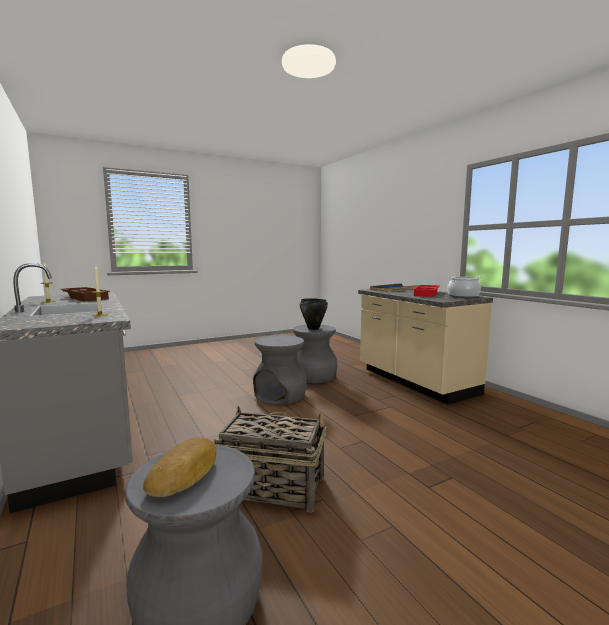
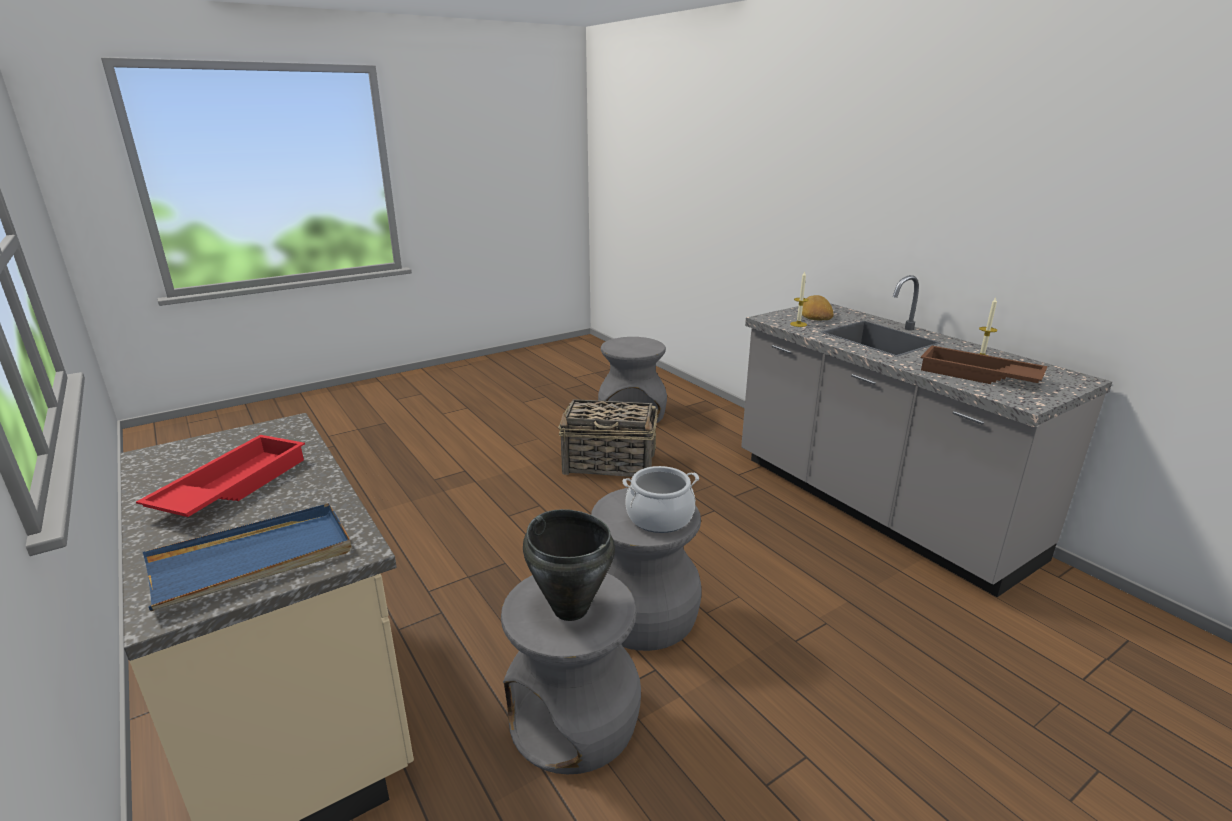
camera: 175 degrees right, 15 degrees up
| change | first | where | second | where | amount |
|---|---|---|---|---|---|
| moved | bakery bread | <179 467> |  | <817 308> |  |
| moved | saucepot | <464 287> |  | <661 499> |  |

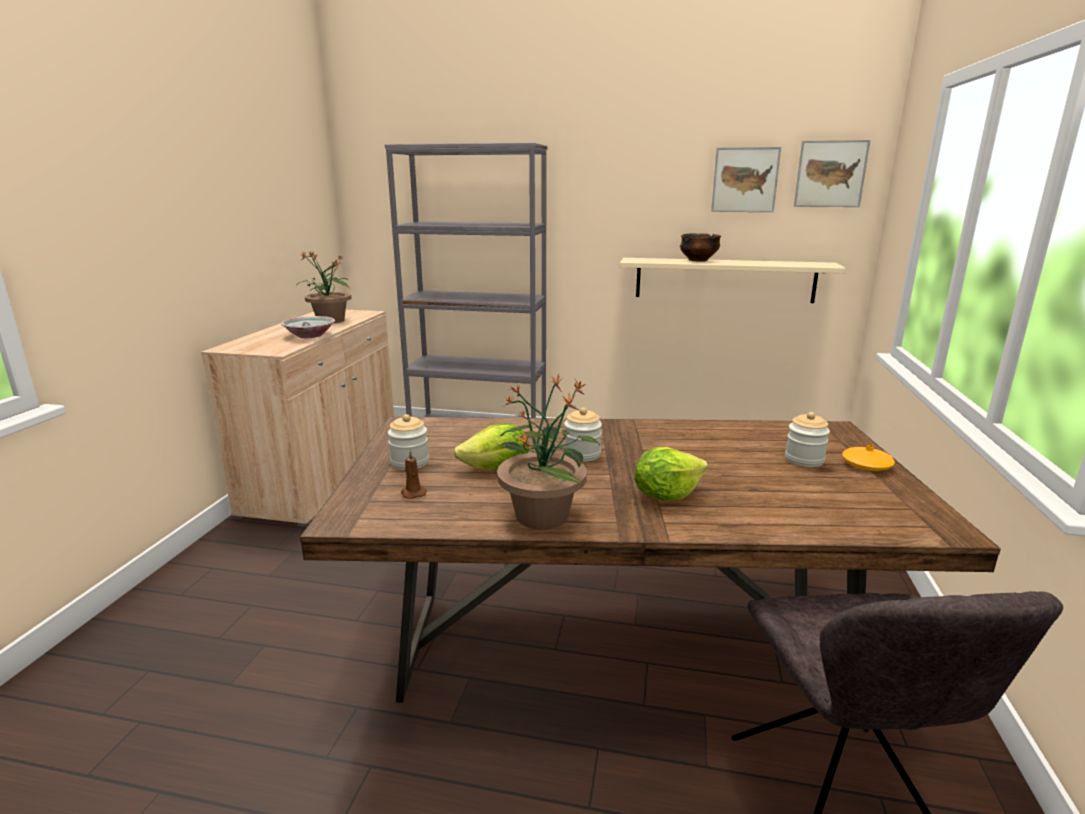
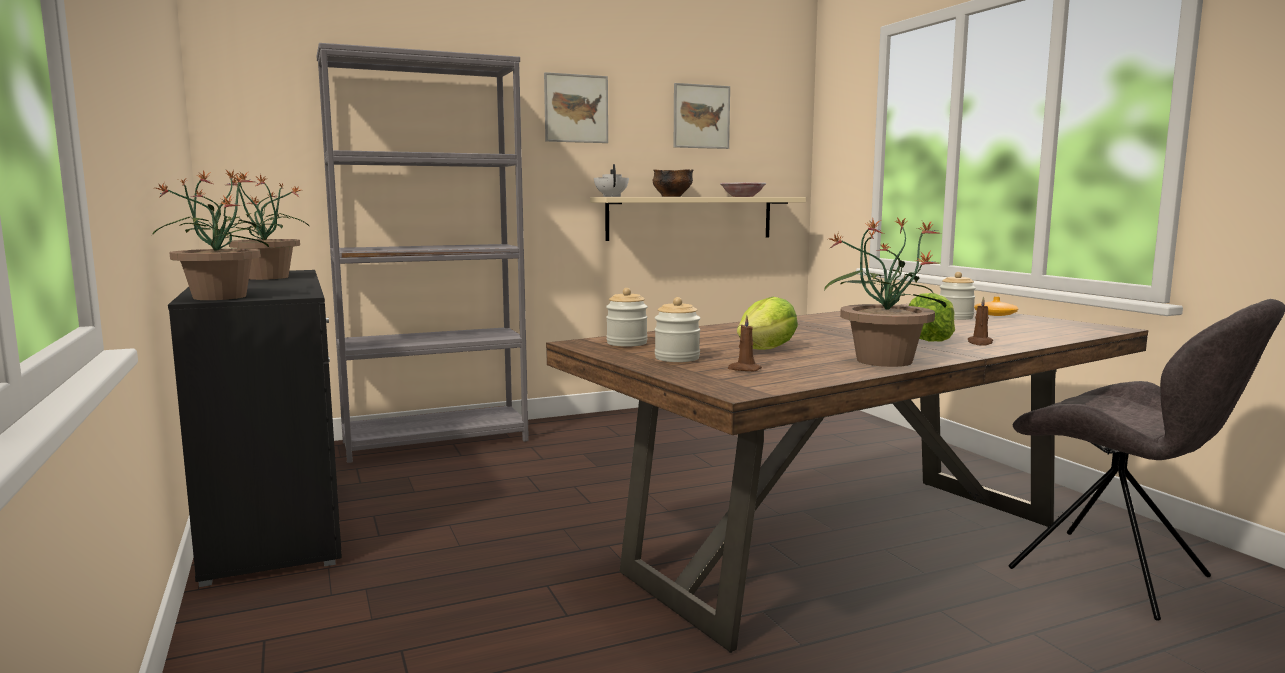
camera: 35 degrees left, 10 degrees down
| change | first | where | second | where | amount |
|---|---|---|---|---|---|
| added |  |  | plant in a pot | <210 235> |  |
| added |  |  | whitish tea pot | <611 180> |  |
| added |  |  | brown-coloured candle | <980 321> |  |
| moved | bowl | <308 327> |  | <743 190> |  |
| moved | preserve jar | <583 434> |  | <627 317> |  |
| moved | wall art | <832 173> |  | <576 107> |  |
| recoloured | beige storage cabinet | <297 418> | black-coloured storage cabinet | <255 428> |  |

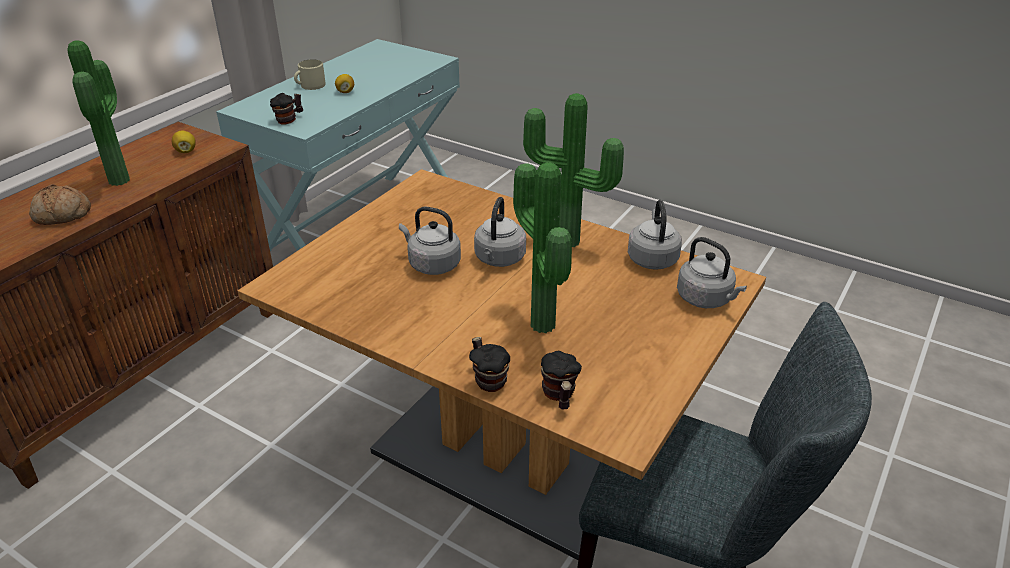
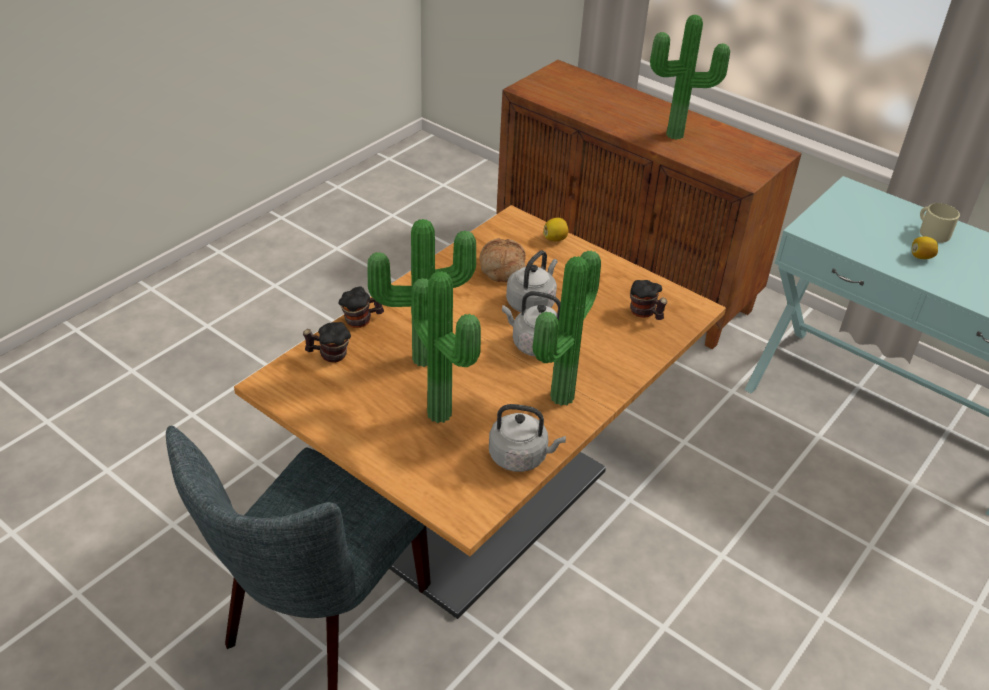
camera: 95 degrees right, 5 degrees up
| change | first | where | second | where | amount |
|---|---|---|---|---|---|
| removed | gray tea kettle | <712 272> |  |  |  |
| added |  |  | plant in a pot | <446 347> |  |
| moved | bakery bread | <60 204> |  | <503 260> |  |
| moved | lemon | <184 141> |  | <555 229> |  |
| moved | mug | <287 108> |  | <648 300> |  |

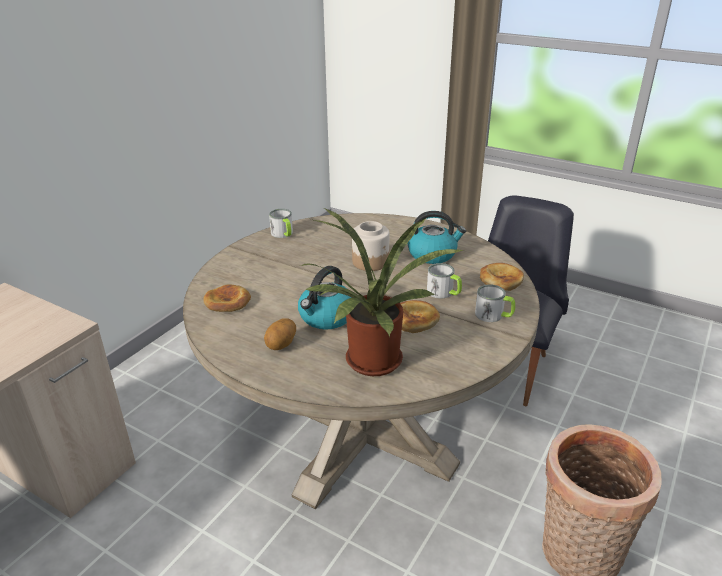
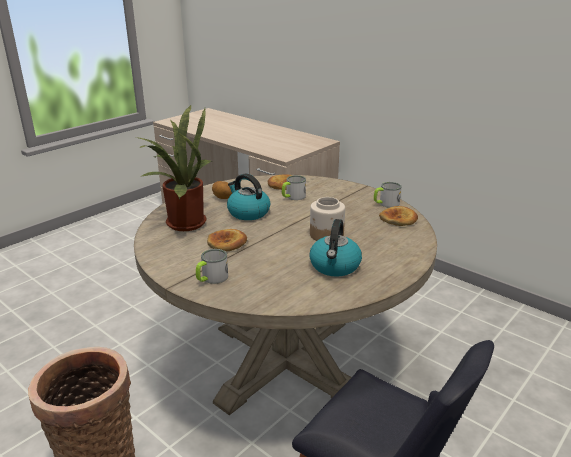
camera: 100 degrees right, 5 degrees down
| change | first | where | second | where | amount |
|---|---|---|---|---|---|
| moved | mug | <444 281> |  | <294 187> |  |
| moved | bakery bread | <502 277> |  | <398 216> |  |

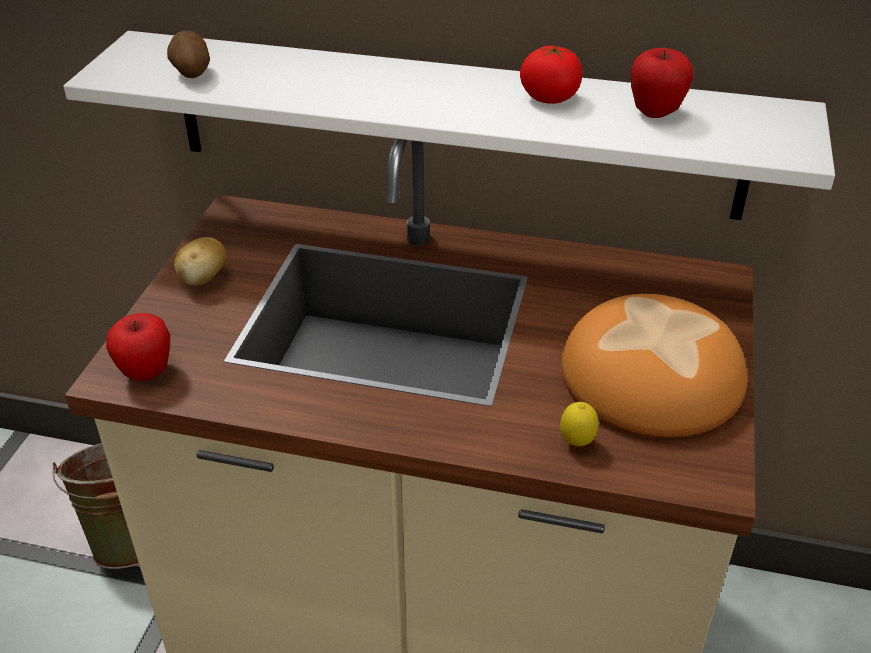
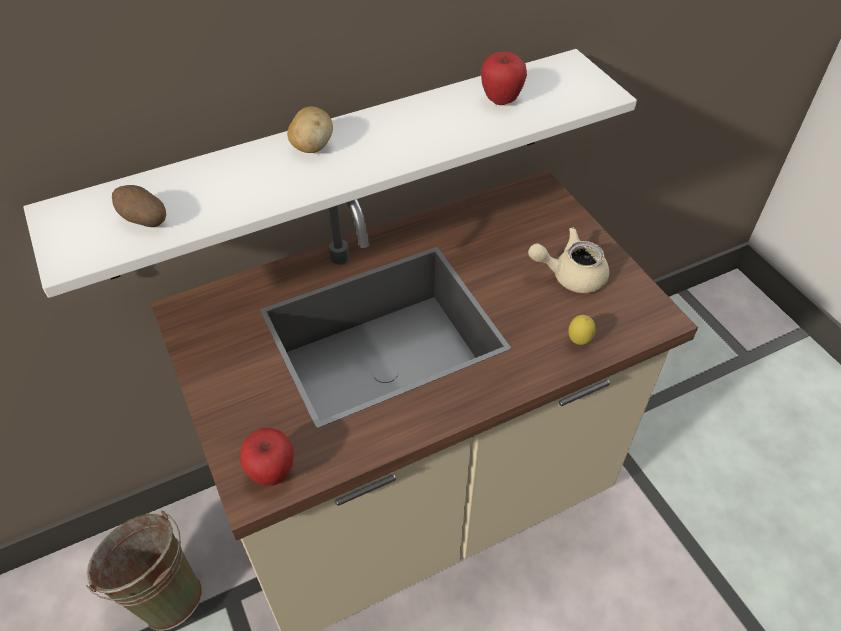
camera: 40 degrees left, 10 degrees up
| change | first | where | second | where | amount |
|---|---|---|---|---|---|
| removed | fresh tomato | <551 74> |  |  |  |
| moved | potato | <200 261> |  | <310 130> |  |
| replaced | bakery bread | <654 365> | beige tea pot | <568 260> |  |

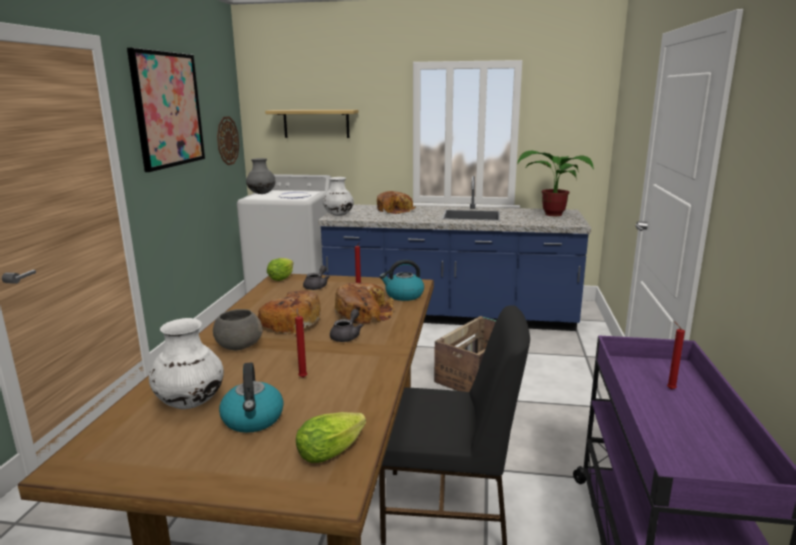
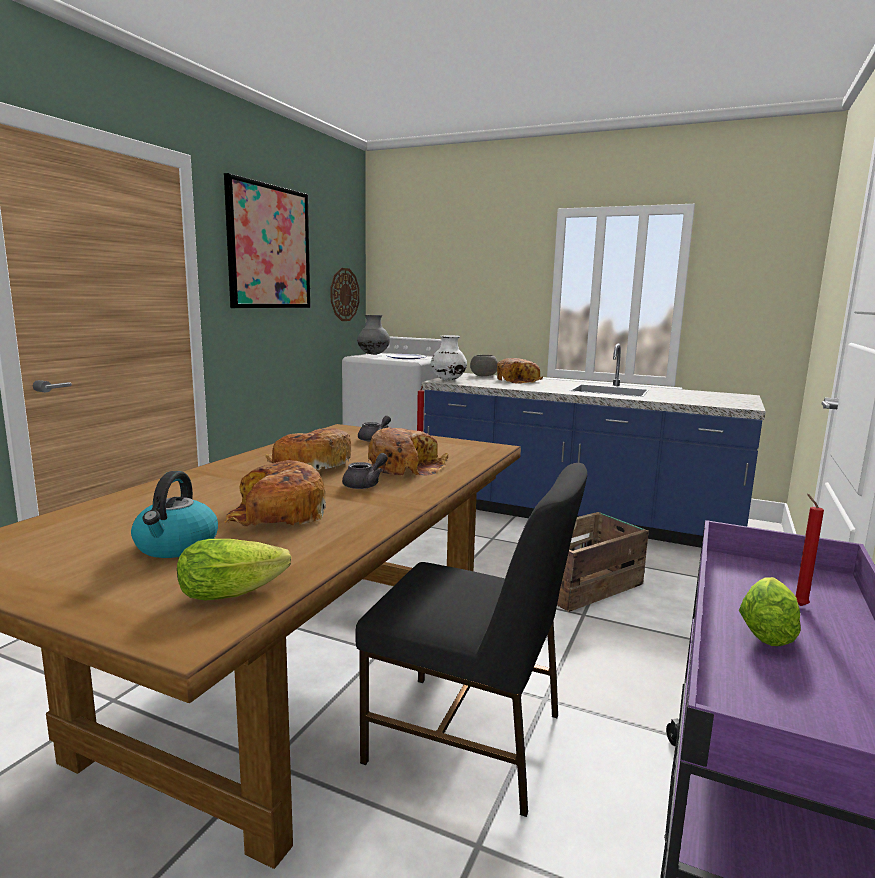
camera: 15 degrees right, 5 degrees down
| change | first | where | second | where | amount |
|---|---|---|---|---|---|
| removed | whitish flower vase | <186 363> |  |  |  |
| removed | shelf | <312 124> |  |  |  |
| removed | tea kettle | <402 280> |  |  |  |
| removed | plant in a pot | <555 183> |  |  |  |
| moved | gray bowl | <238 329> |  | <484 365> |  |
| moved | lettuce head | <280 269> |  | <770 611> |  |
| replaced | red-coloured candle | <301 343> | bakery bread | <275 493> |  |

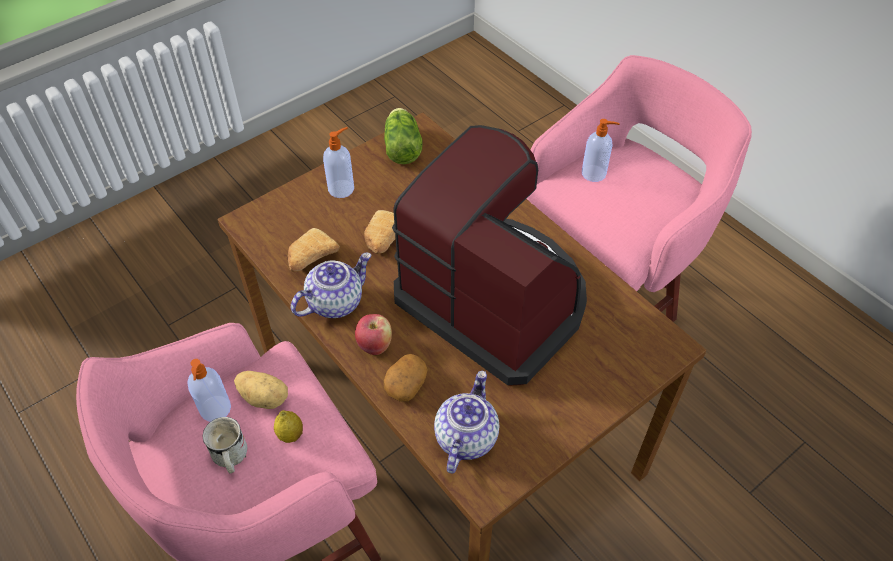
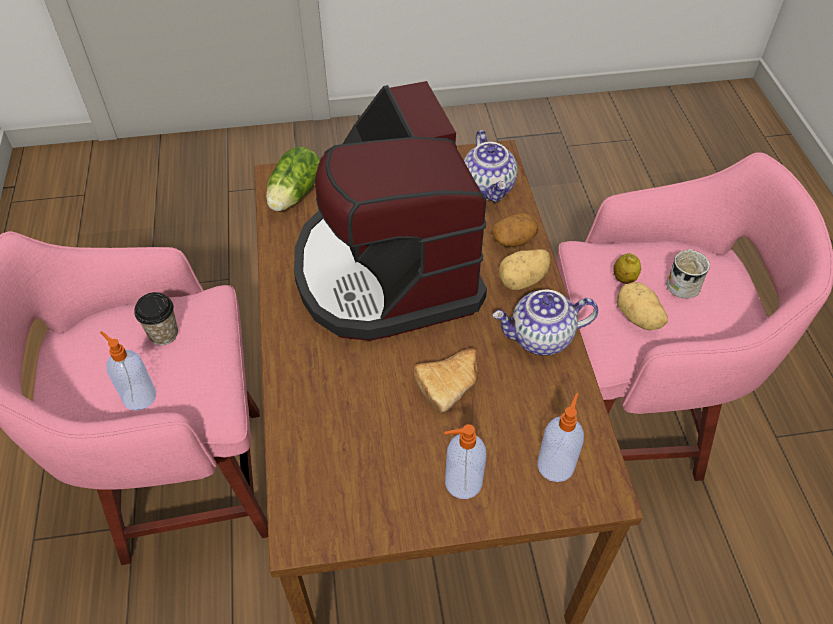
camera: 150 degrees left, 0 degrees up
| change | first | where | second | where | amount |
|---|---|---|---|---|---|
| removed | bakery bread | <314 250> |  |  |  |
| added |  |  | drinking cup | <156 318> |  |
| moved | soap dispenser | <209 390> |  | <560 437> |  |
| moved | lettuce head | <403 136> |  | <293 179> |  |
| replaced | apple | <373 334> | potato | <524 269> |  |
| turned | tea pot | <466 422> |  | <491 166> | 60 degrees counterclockwise |

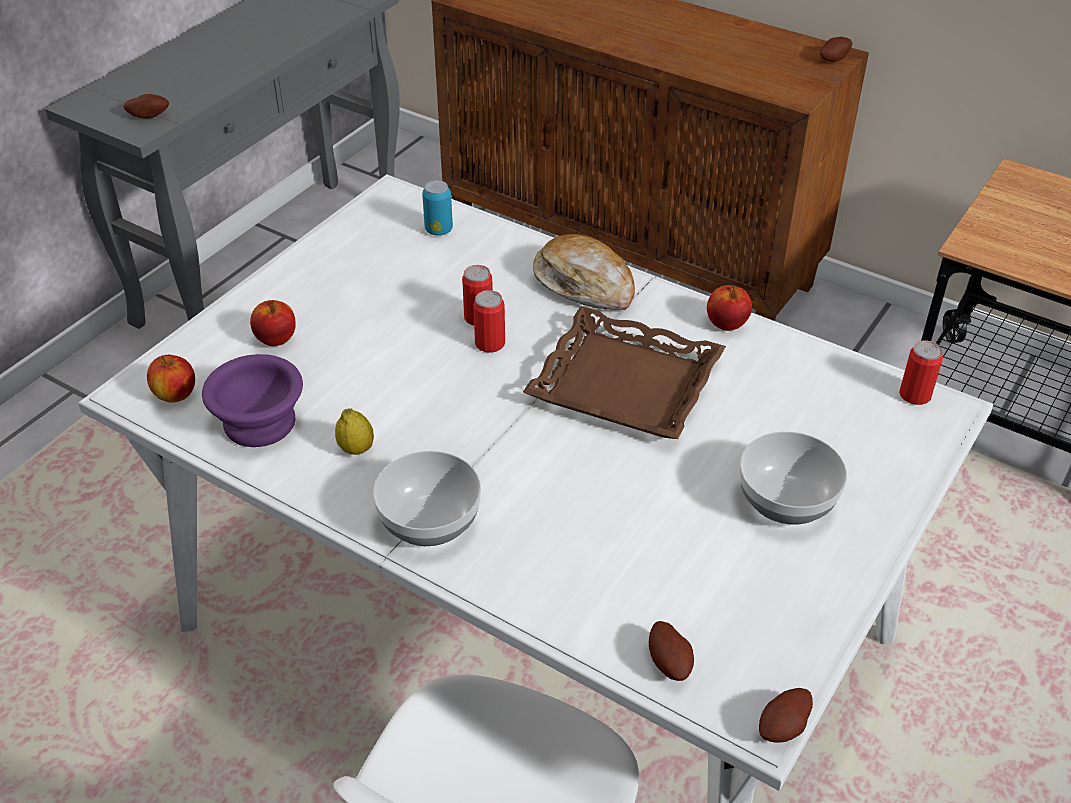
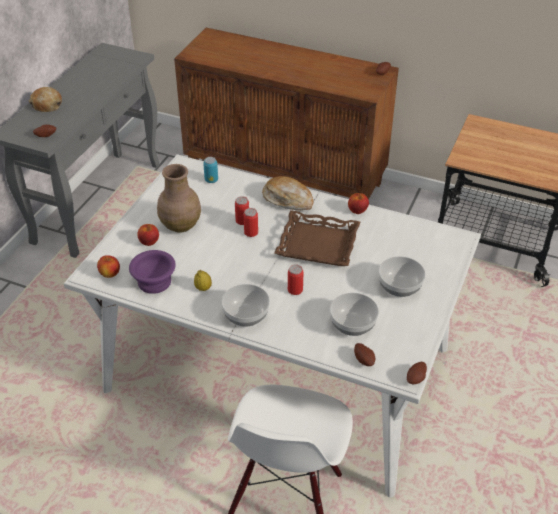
camera: 10 degrees left, 0 degrees up
| change | first | where | second | where | amount |
|---|---|---|---|---|---|
| added |  |  | bakery bread | <45 99> |  |
| added |  |  | brown-coloured flower vase | <179 198> |  |
| added |  |  | bowl | <354 314> |  |
| moved | metal can | <921 372> |  | <295 279> |  |

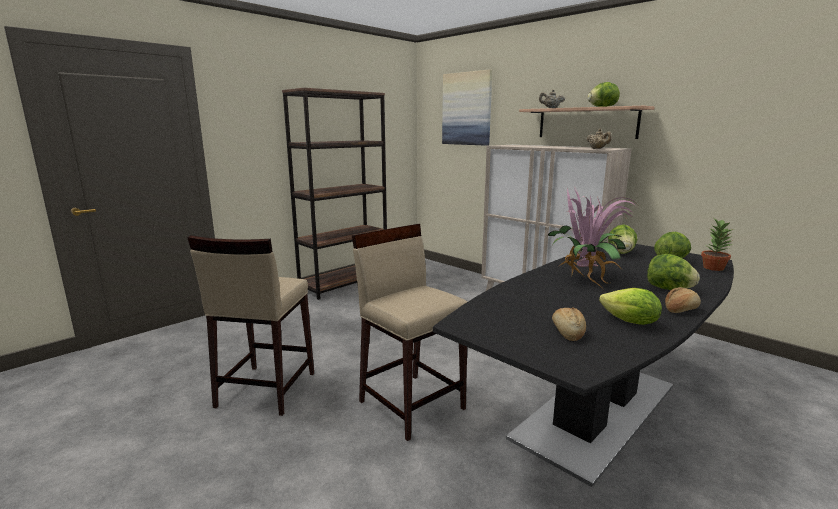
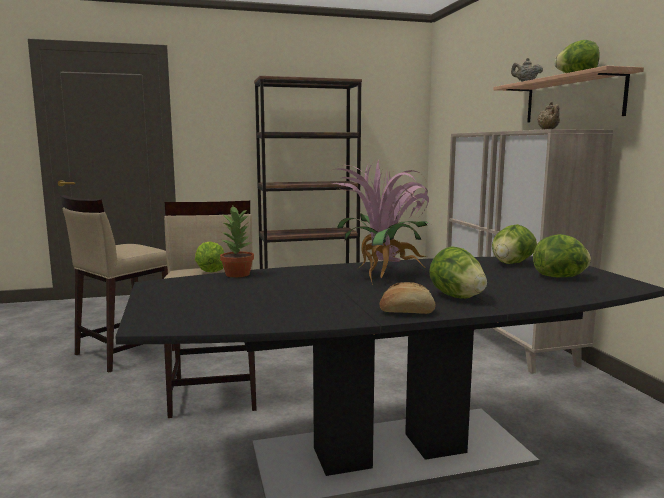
camera: 30 degrees right, 5 degrees down
| change | first | where | second | where | amount |
|---|---|---|---|---|---|
| removed | wall art | <467 107> |  |  |  |
| removed | bakery bread | <569 324> |  |  |  |
| moved | lettuce head | <630 306> |  | <209 256> |  |
| moved | plant in a pot | <717 244> |  | <237 241> |  |

